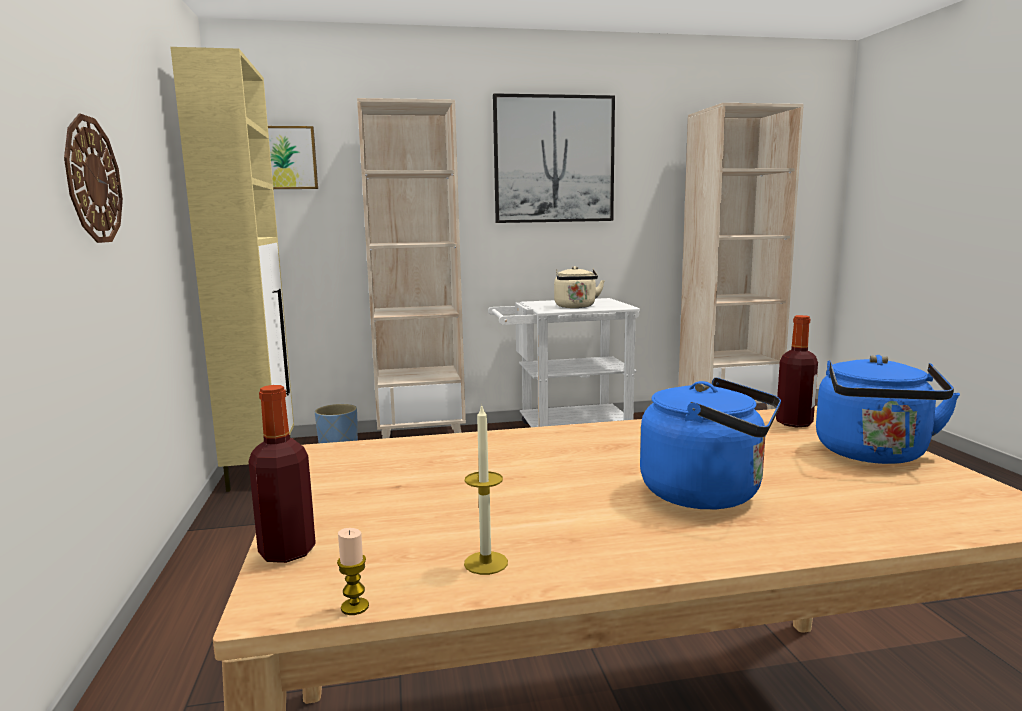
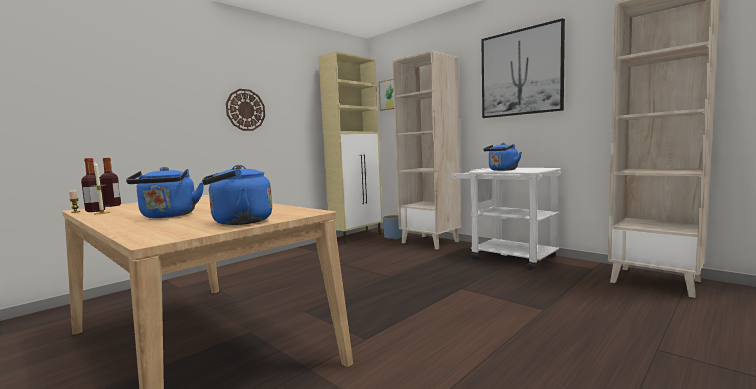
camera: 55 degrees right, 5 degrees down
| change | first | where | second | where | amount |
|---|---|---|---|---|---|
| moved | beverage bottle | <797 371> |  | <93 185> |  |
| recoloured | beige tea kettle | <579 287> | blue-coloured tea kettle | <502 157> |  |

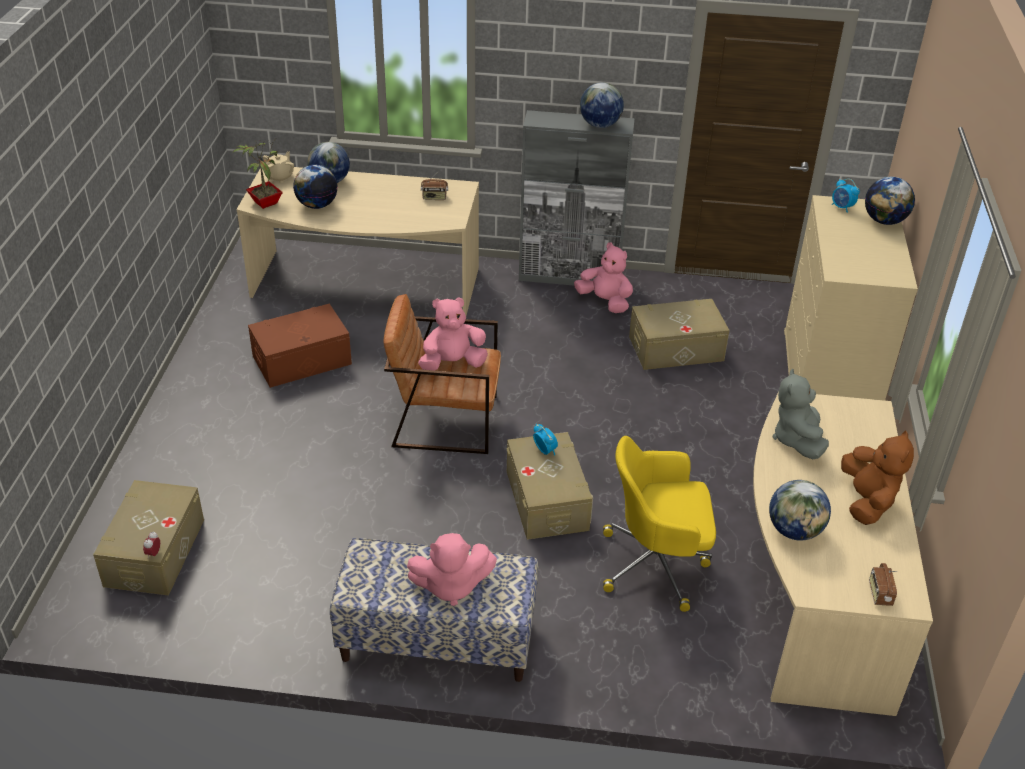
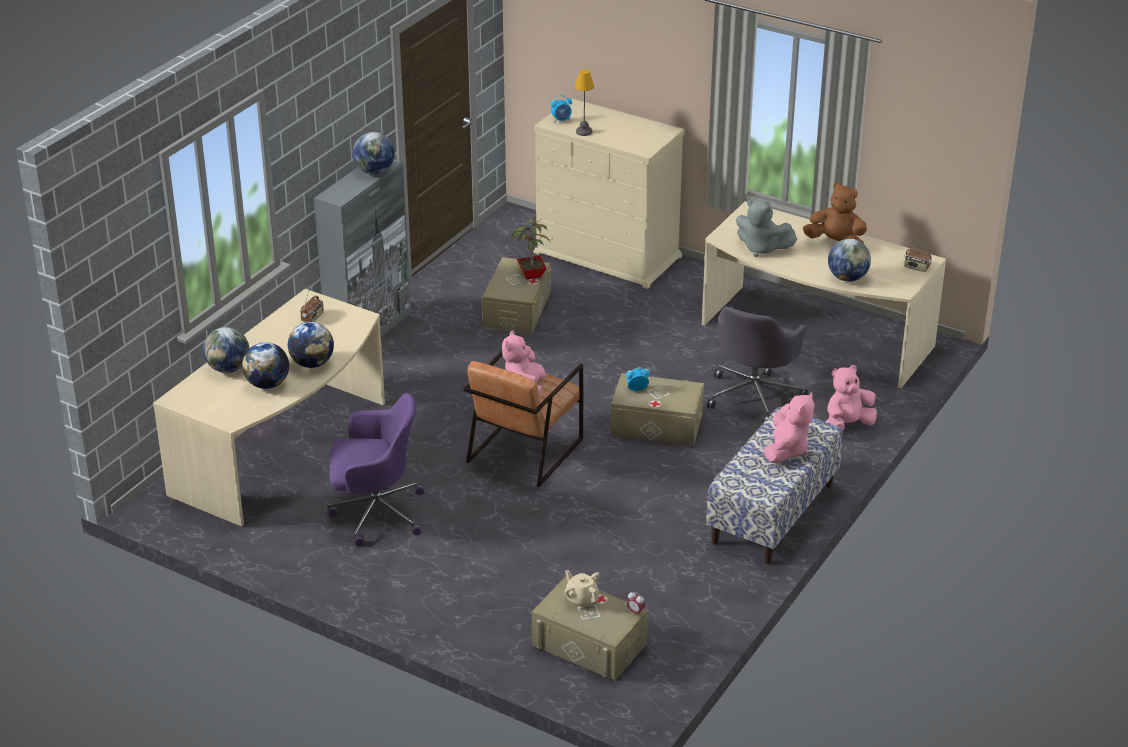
camera: 65 degrees left, 5 degrees down
| change | first | where | second | where | amount |
|---|---|---|---|---|---|
| added |  |  | tabletop lamp | <584 102> |  |
| moved | plant in a pot | <257 174> |  | <531 246> |  |
| moved | beige tea pot | <278 167> |  | <582 589> |  |
| moved | pink-coloured plush toy | <603 277> |  | <851 398> |  |
| moved | globe | <890 201> |  | <311 345> |  |
| replaced | brown-coloured storage container | <300 345> | purple desk chair | <376 469> |  |
| recoloured | yellowish desk chair | <659 524> | gray desk chair | <757 364> |  |

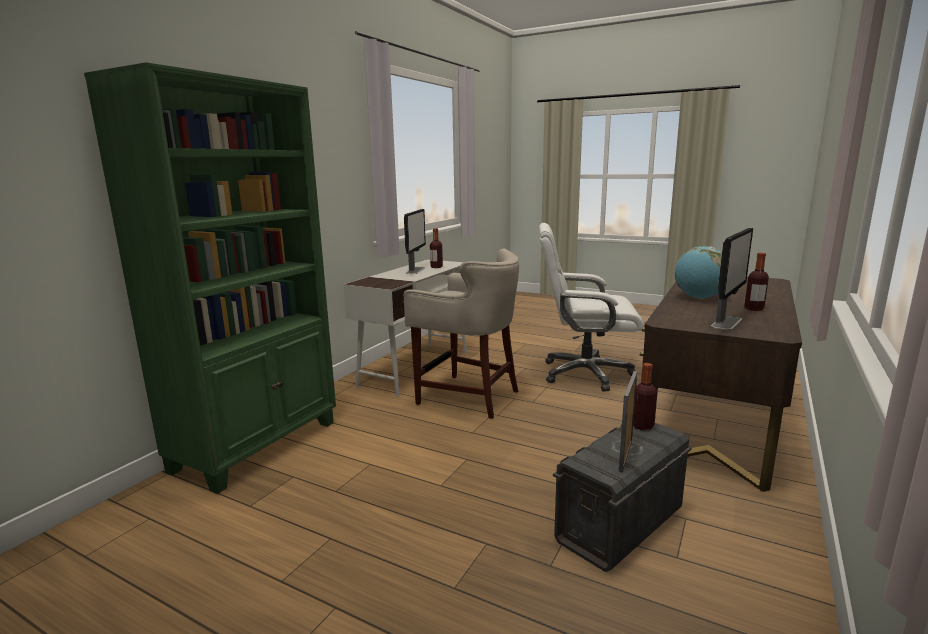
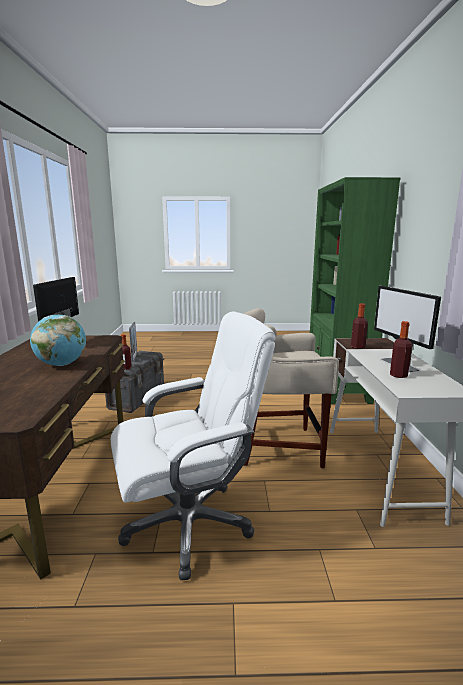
camera: 150 degrees right, 0 degrees up
| change | first | where | second | where | amount |
|---|---|---|---|---|---|
| moved | beverage bottle | <756 282> |  | <359 326> |  |

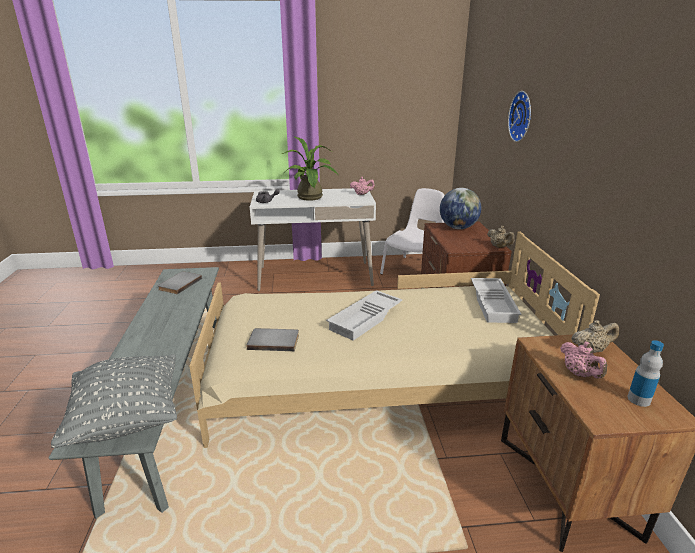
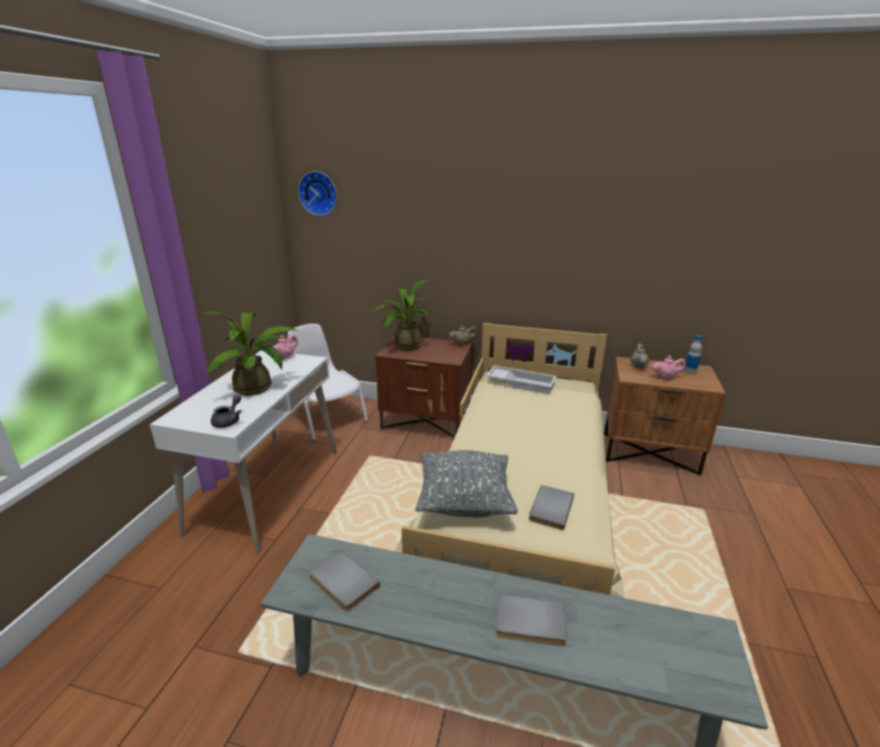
camera: 70 degrees left, 0 degrees up
| change | first | where | second | where | amount |
|---|---|---|---|---|---|
| removed | whitish tray | <364 315> |  |  |  |
| added |  |  | gray book | <531 620> |  |
| moved | gray pillow | <114 401> |  | <466 483> |  |
| moved | clock on the wall | <519 116> |  | <317 193> |  |
| replaced | globe | <460 208> | plant in a pot | <401 315> |  |

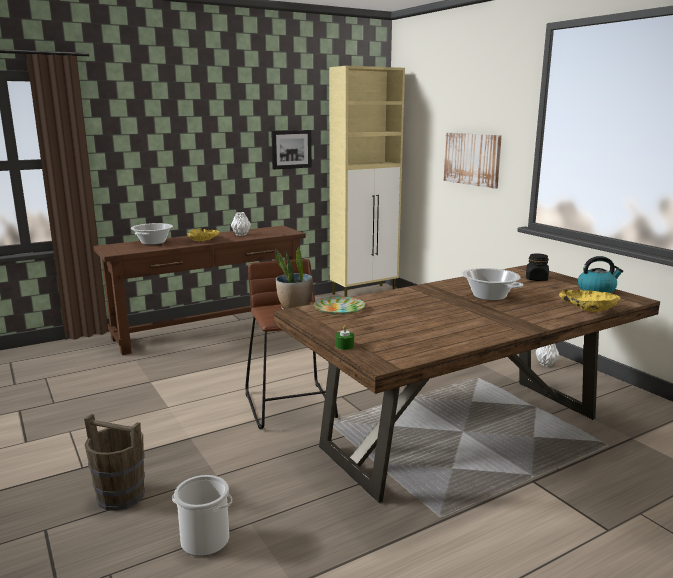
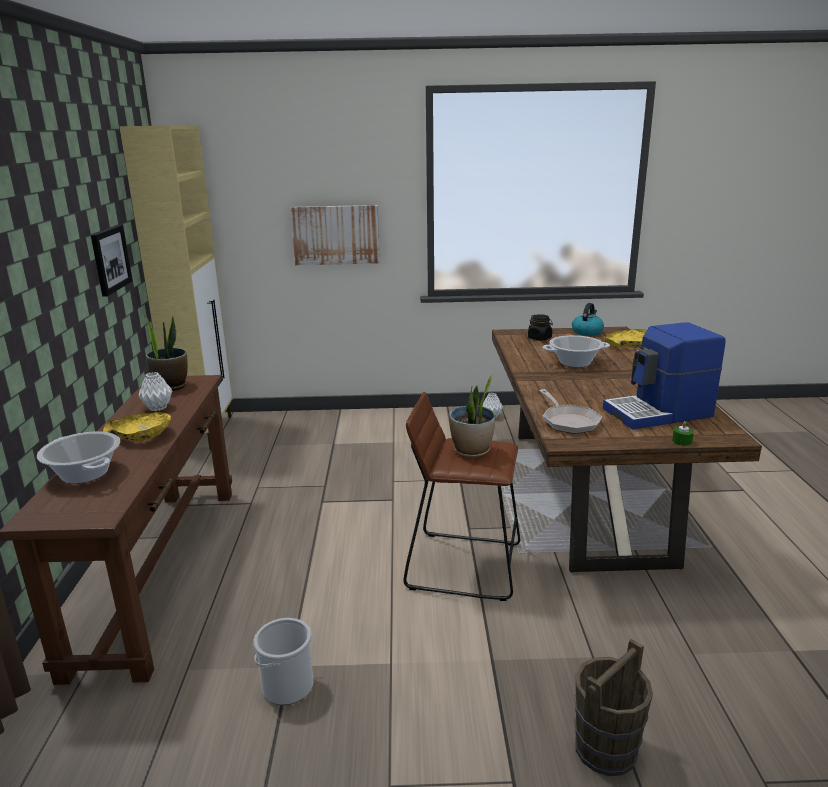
camera: 60 degrees left, 5 degrees up
| change | first | where | second | where | amount |
|---|---|---|---|---|---|
| added |  |  | plant in a pot | <166 353> |  |
| added |  |  | coffee brewer | <664 376> |  |
| moved | pail | <202 515> |  | <283 661> |  |
| replaced | dinner plate | <339 305> | skillet | <570 411> |  |

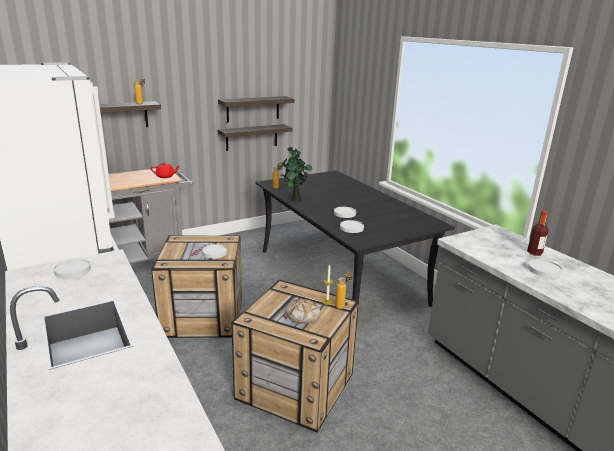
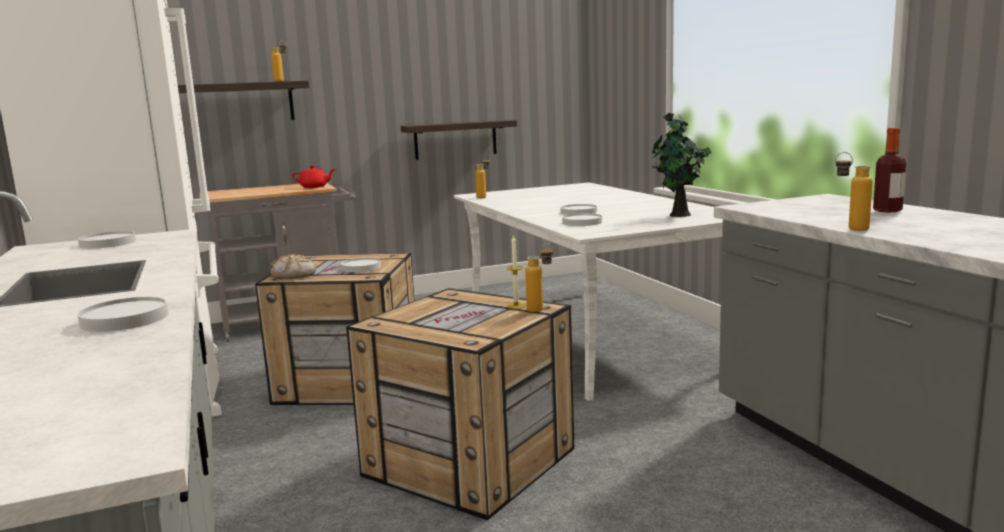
camera: 10 degrees right, 10 degrees down
| change | first | where | second | where | amount |
|---|---|---|---|---|---|
| removed | shelf | <256 109> |  |  |  |
| added |  |  | beverage bottle | <854 191> |  |
| moved | plant in a pot | <296 174> |  | <681 164> |  |
| moved | bakery bread | <302 311> |  | <293 266> |  |
| moved | whitish dinner plate | <545 268> |  | <123 314> |  |
| recoloured | black-coloured dinner table | <355 238> | whitish dinner table | <588 291> |  |

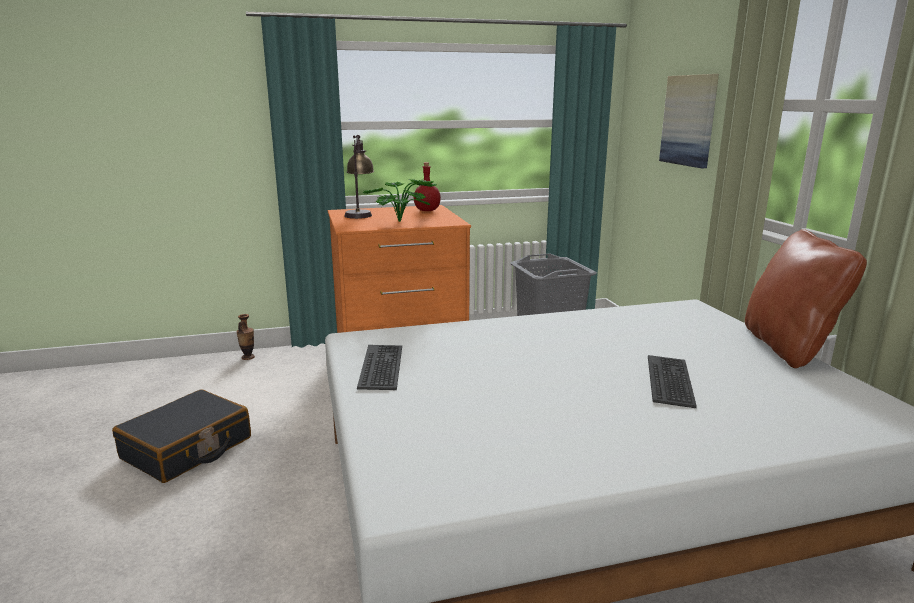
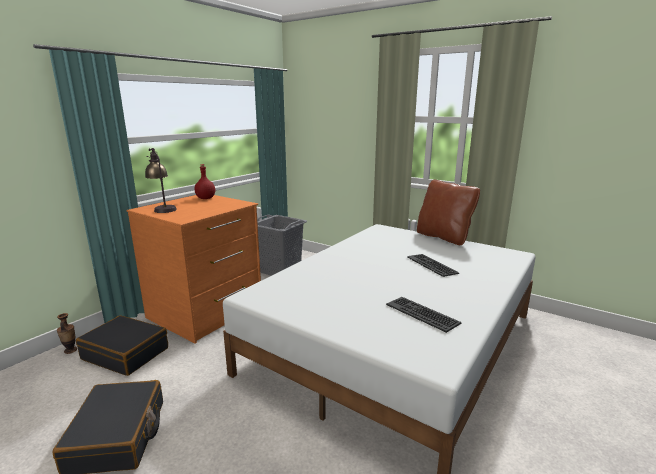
camera: 40 degrees left, 0 degrees up
| change | first | where | second | where | amount |
|---|---|---|---|---|---|
| removed | plant in a pot | <399 200> |  |  |  |
| removed | wall art | <689 121> |  |  |  |
| added |  |  | black-coloured suitcase | <122 345> |  |
| moved | keyboard | <379 367> |  | <423 315> |  |

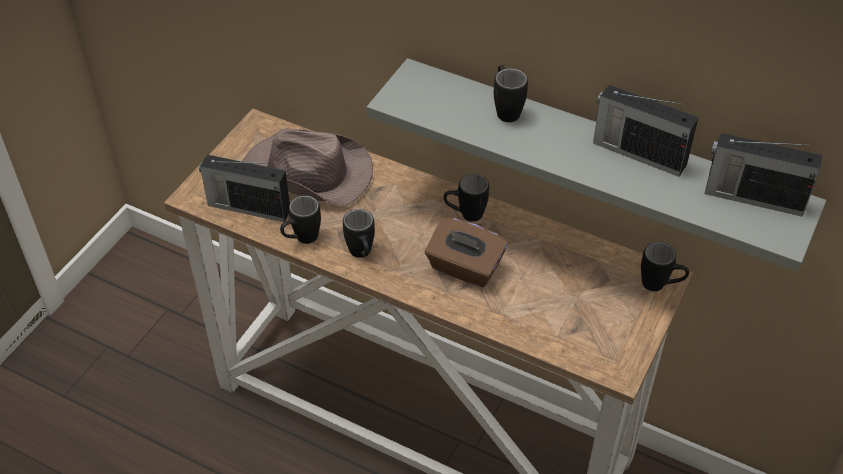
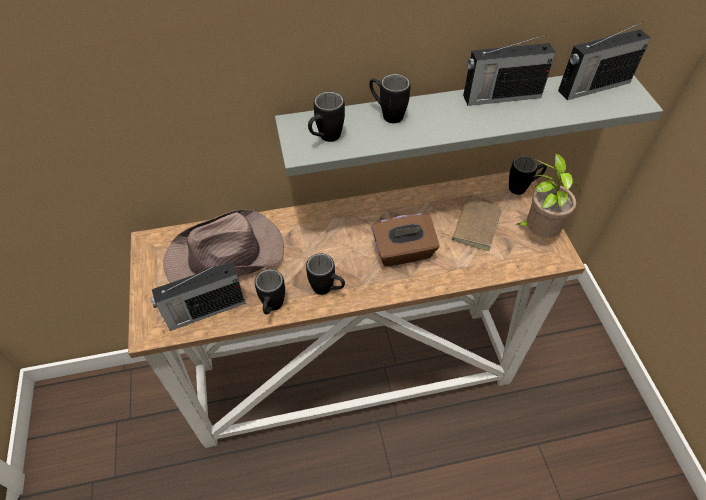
camera: 40 degrees left, 5 degrees up
| change | first | where | second | where | amount |
|---|---|---|---|---|---|
| added |  |  | brown-coloured book | <470 224> |  |
| added |  |  | plant in a pot | <548 195> |  |
| moved | black-coloured mug | <466 198> |  | <326 117> |  |

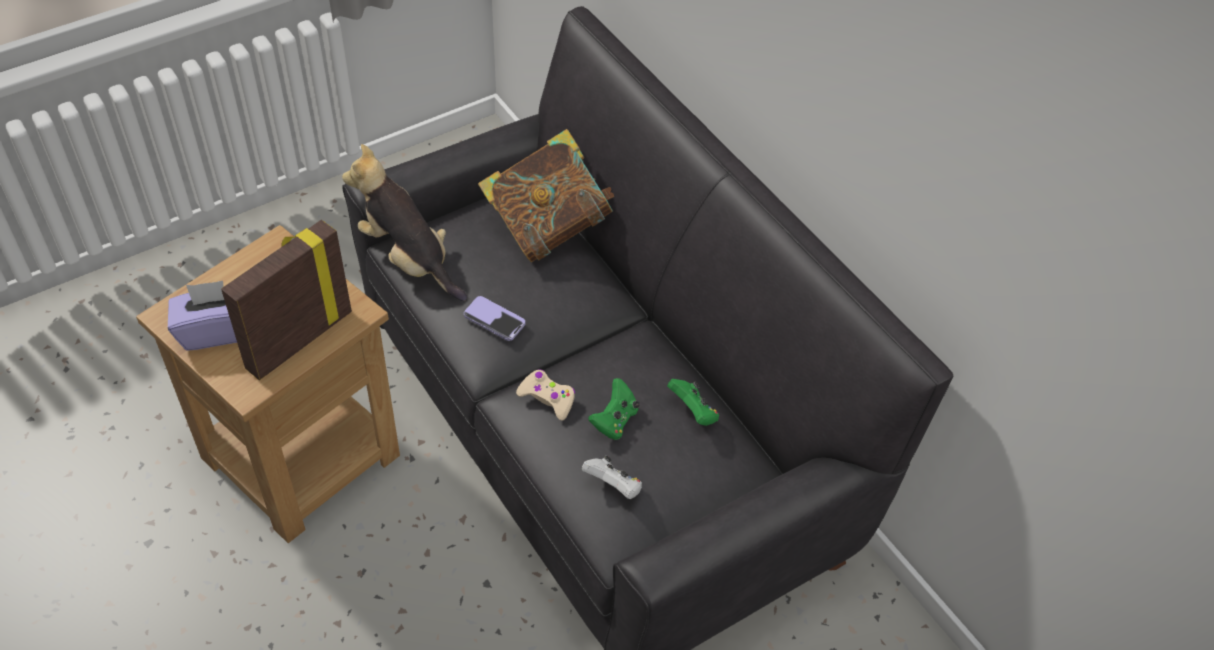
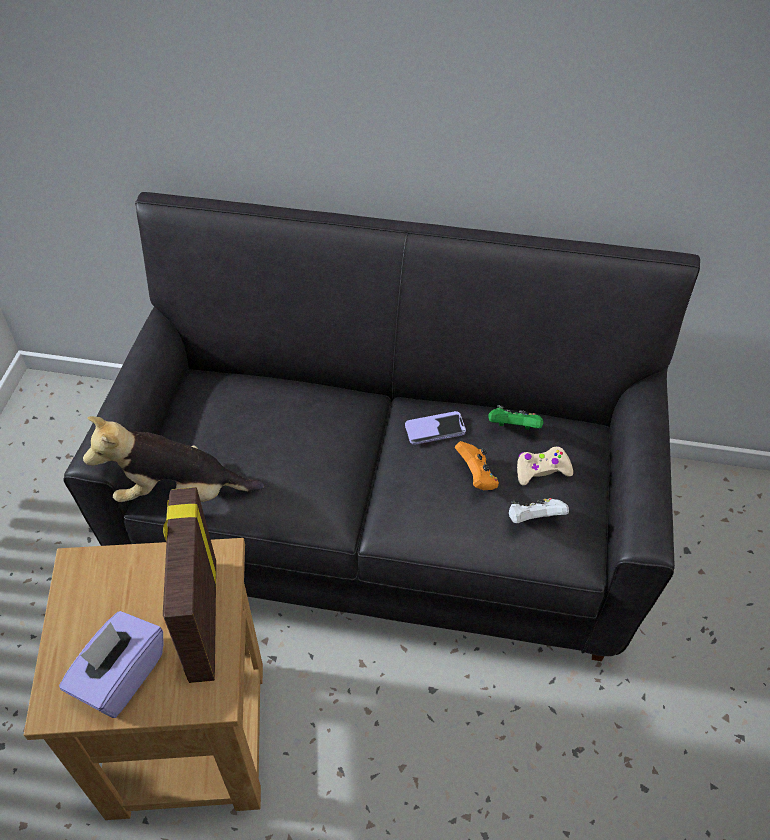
camera: 45 degrees left, 0 degrees up
| change | first | where | second | where | amount |
|---|---|---|---|---|---|
| removed | book | <546 195> |  |  |  |
| moved | phone | <495 318> |  | <435 428> |  |
| moved | beige joypad | <545 395> |  | <545 465> |  |
| recoloured | greenish joypad | <613 409> | orange-coloured joypad | <477 465> |  |

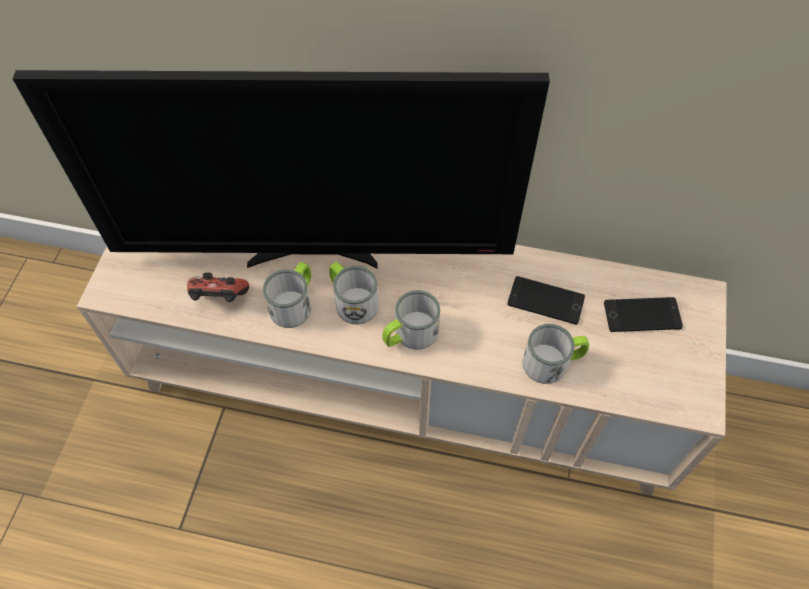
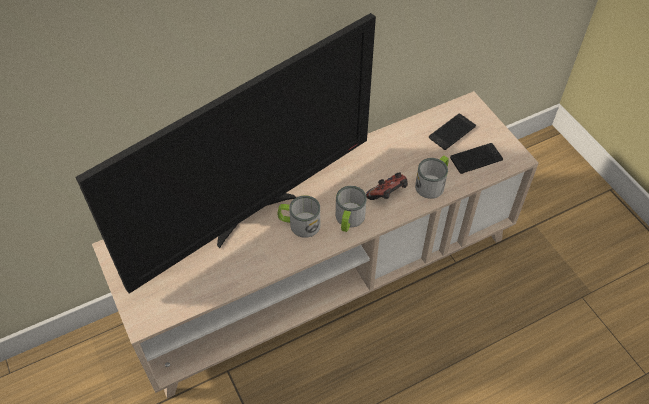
camera: 40 degrees left, 5 degrees down
| change | first | where | second | where | amount |
|---|---|---|---|---|---|
| removed | mug | <287 295> |  |  |  |
| moved | joypad | <218 287> |  | <387 186> |  |
| moved | phone | <546 300> |  | <476 158> |  |

